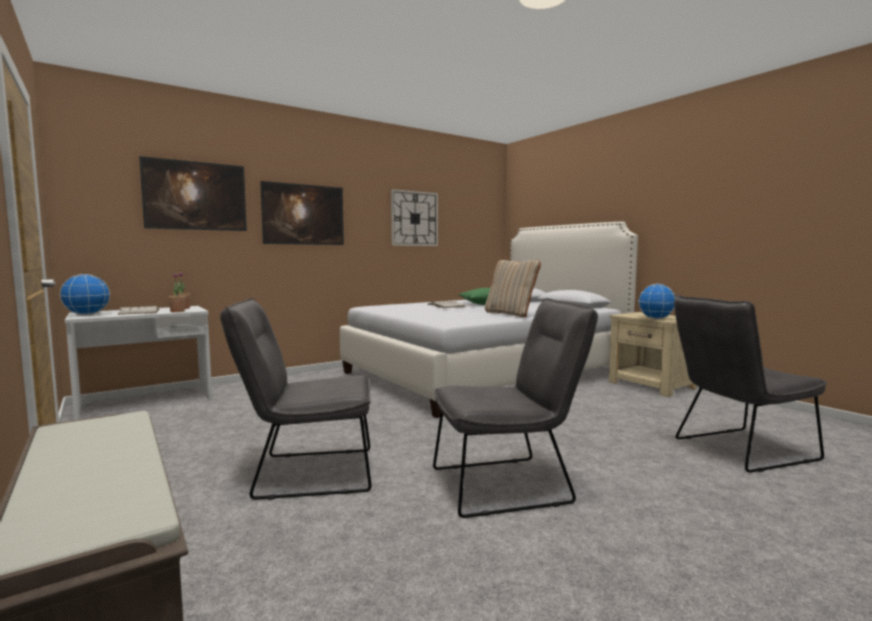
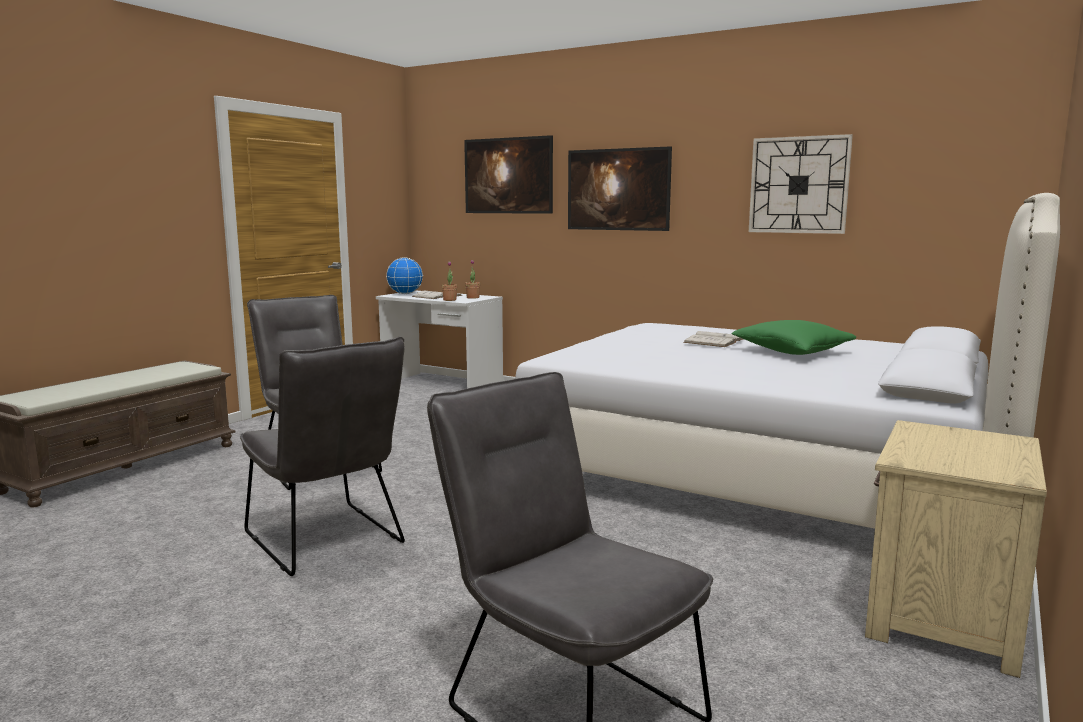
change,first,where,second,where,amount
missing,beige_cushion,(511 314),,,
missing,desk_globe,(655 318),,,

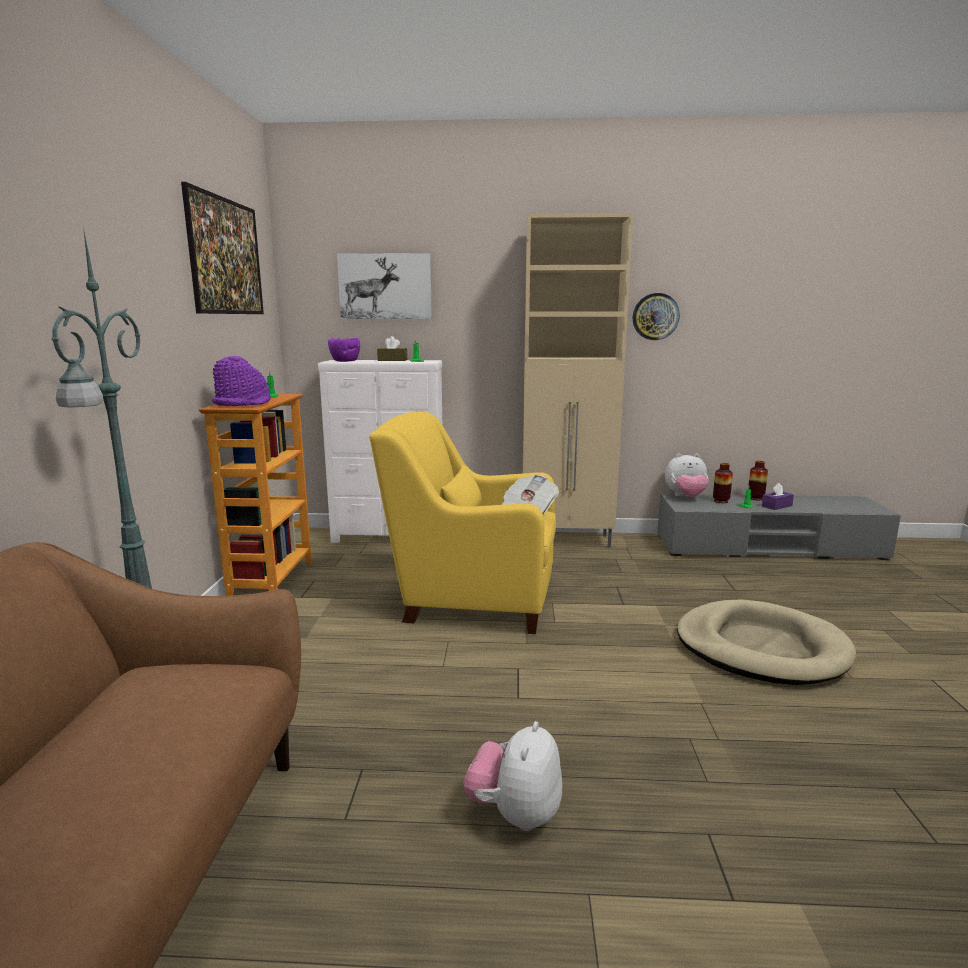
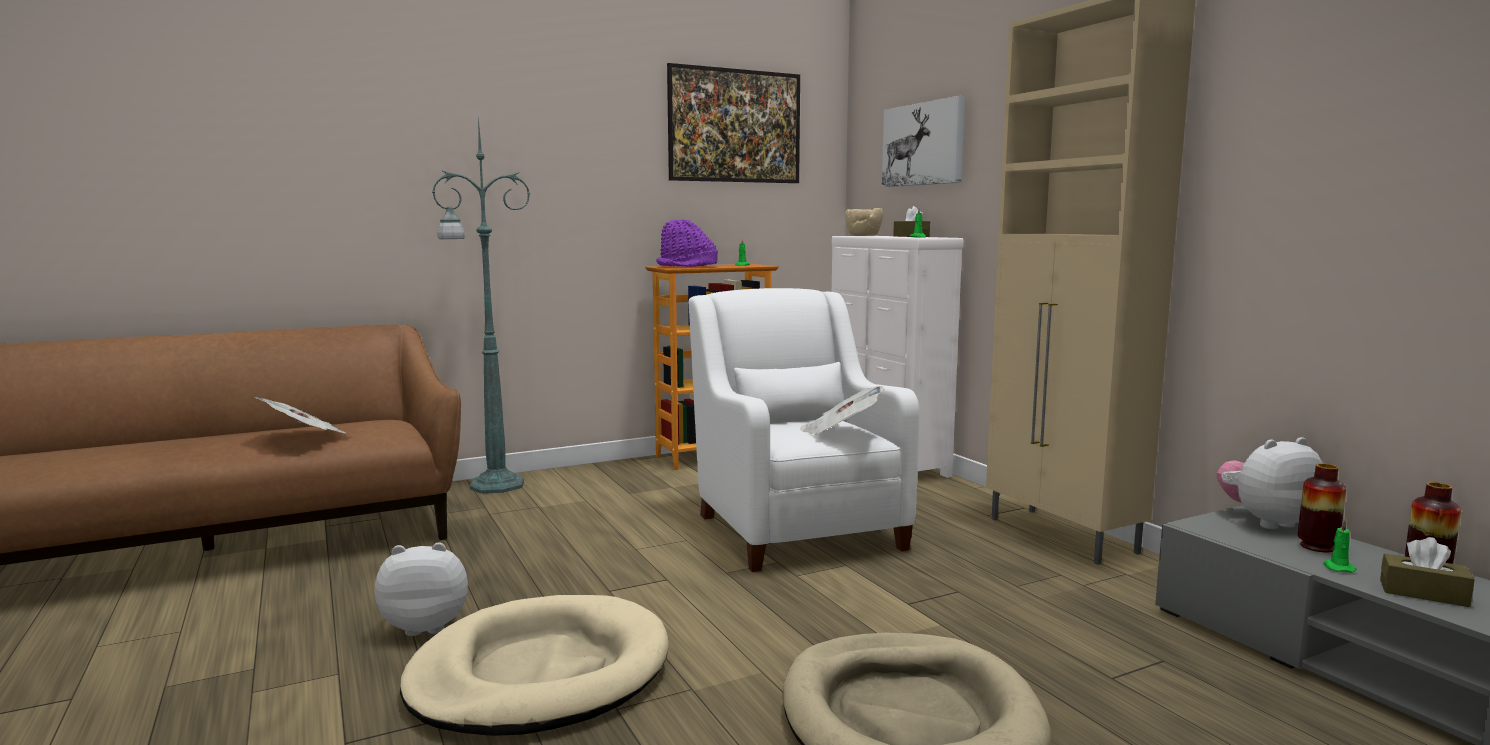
change,first,where,second,where,amount
missing,hanging_clock,(655 316),,,
colour,purple-coloured_deep_dish,(344 361),beige_deep_dish,(863 235),
colour,yellow_lounge_chair,(471 598),white-coloured_lounge_chair,(795 527),
spun,soft_toy,(685 497),,(1266 521),105 degrees clockwise
colour,purple-coloured_box_of_tissues,(777 506),brown_box_of_tissues,(1423 593),
appeared,,,daily_paper,(306 437),
appeared,,,beige_pet_bed,(540 673),

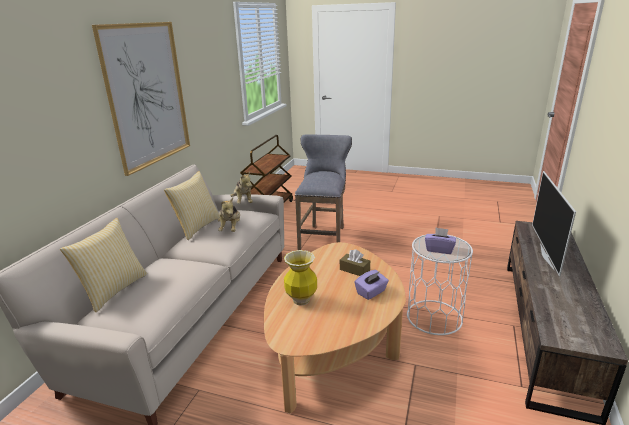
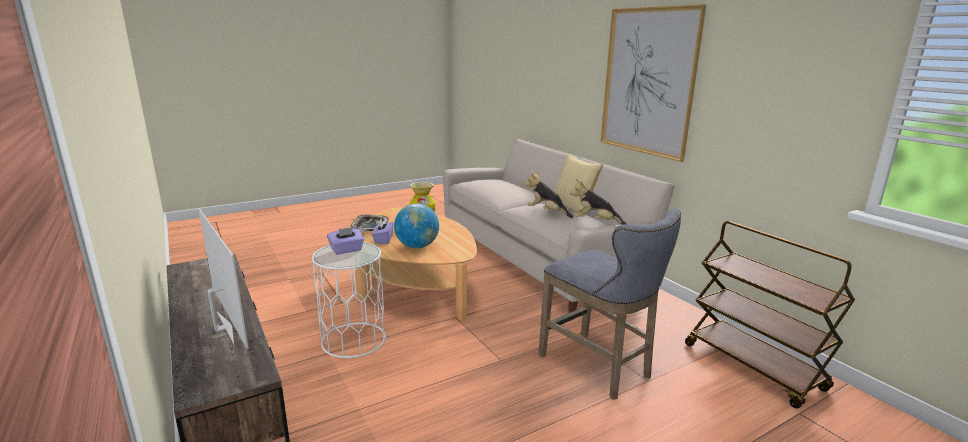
change,first,where,second,where,amount
missing,cushion,(113 290),,,
exchanged,brown_box_of_tissues,(354 270),desk_globe,(417 246),
appeared,,,serving_tray,(369 226),

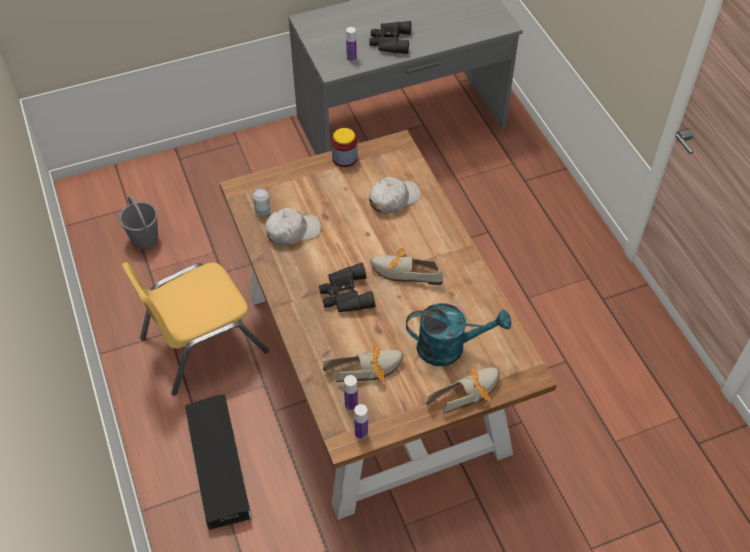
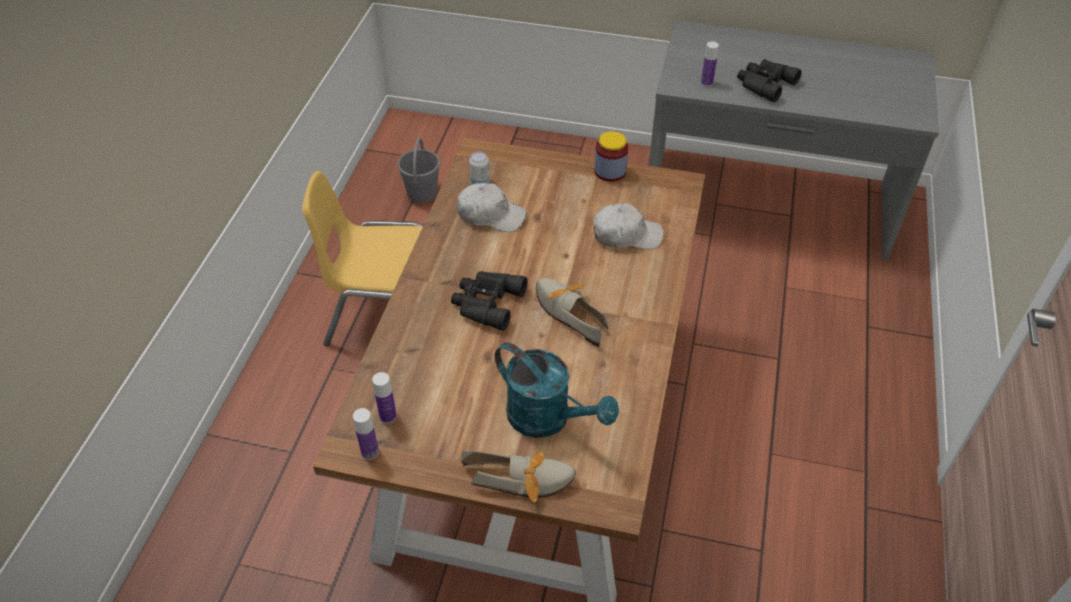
change,first,where,second,where,amount
missing,low_shoe,(369 369),,,
missing,blackish_storage_box,(218 464),,,

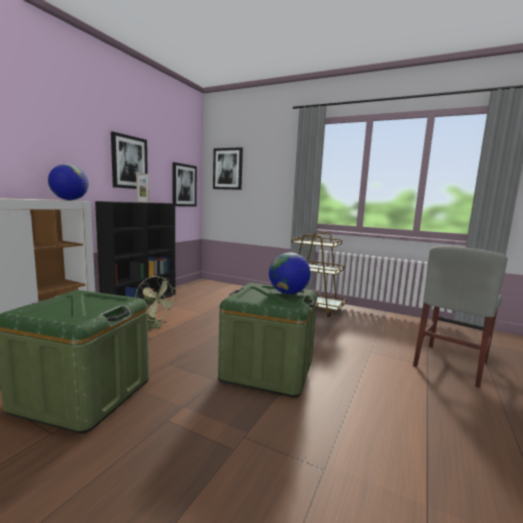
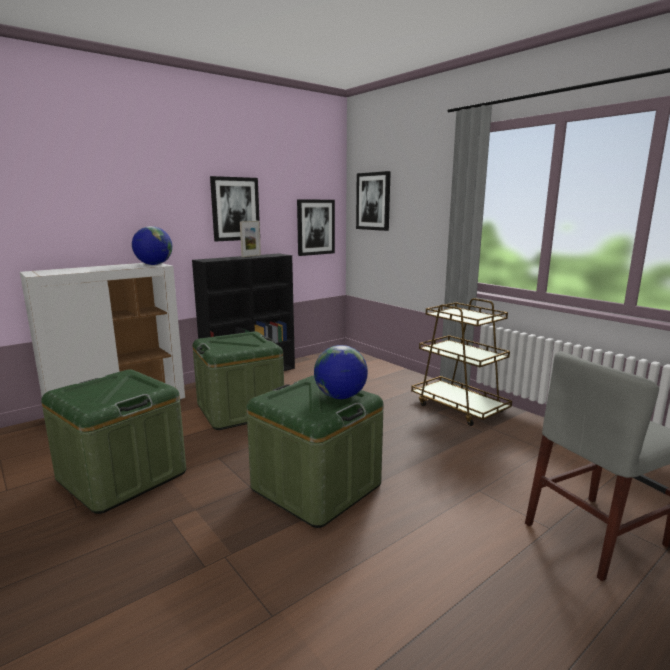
change,first,where,second,where,amount
exchanged,green_cooling_fan,(155 327),green_storage_box,(240 410),

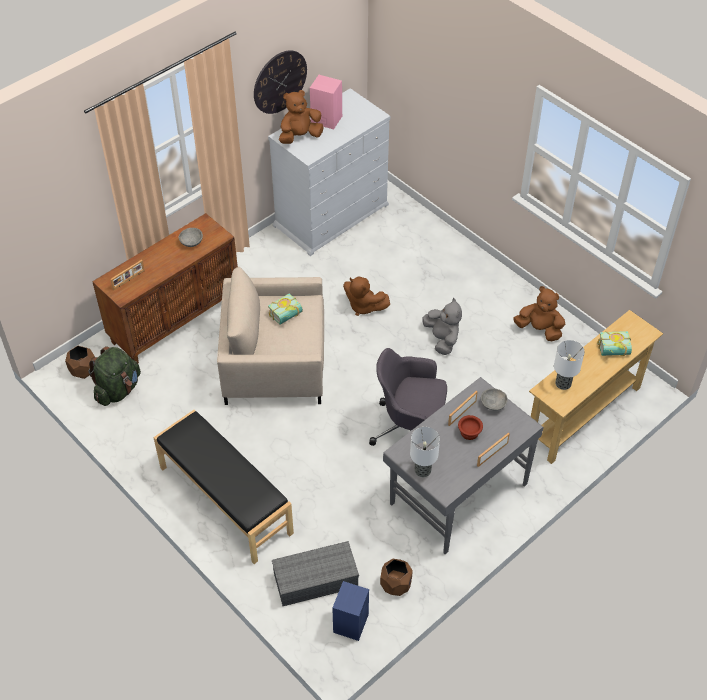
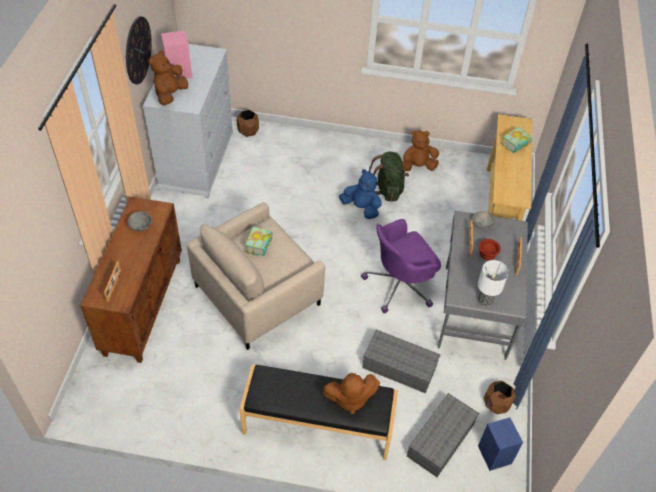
change,first,where,second,where,amount
relocated,brown_soft_toy,(363 306),,(349 398),
colour,greyish_soft_toy,(442 339),blue-coloured_soft_toy,(361 208),
missing,tabletop_lamp,(563 384),,,
relocated,brown_plant_pot,(83 370),,(248 131),
relocated,green_knapsack,(118 390),,(388 189),
colour,greyish_office_chair,(410 429),purple-coloured_office_chair,(400 285),
appeared,,,greyish_storage_box,(398 367),

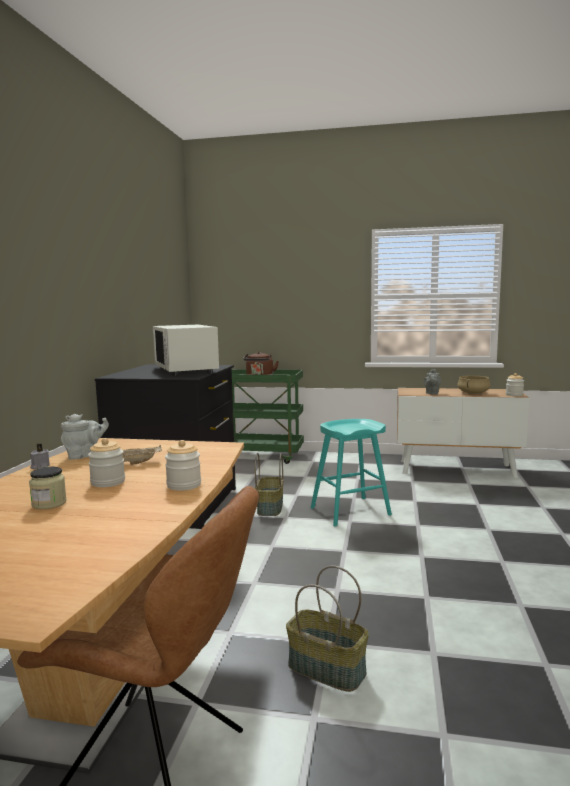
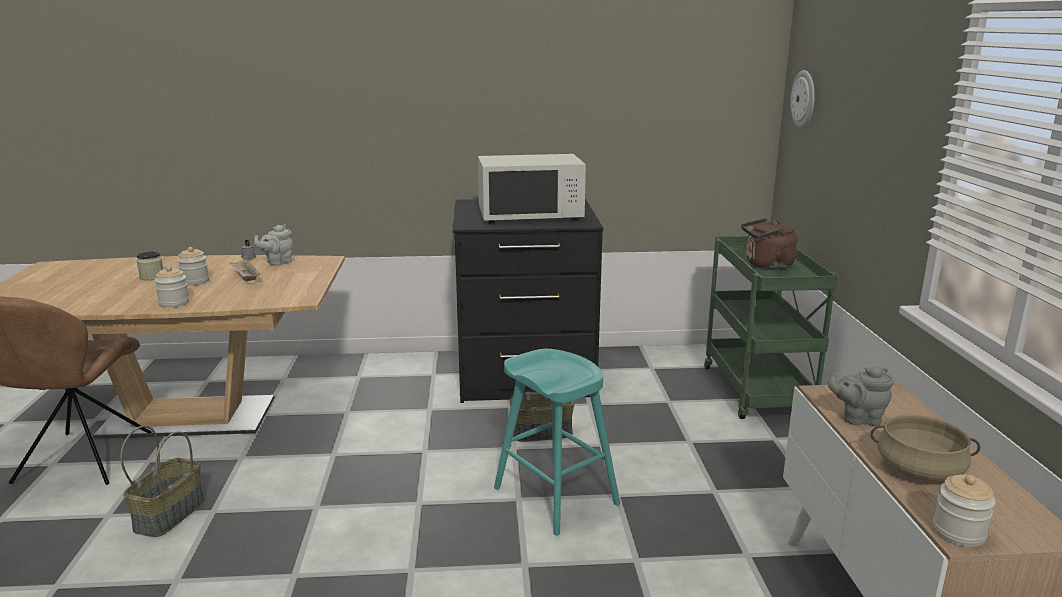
change,first,where,second,where,amount
spun,white-coloured_microwave,(186 370),,(530 216),150 degrees counterclockwise
spun,greyish_teapot,(84 456),,(277 262),90 degrees clockwise
appeared,,,hanging_clock,(804 99),

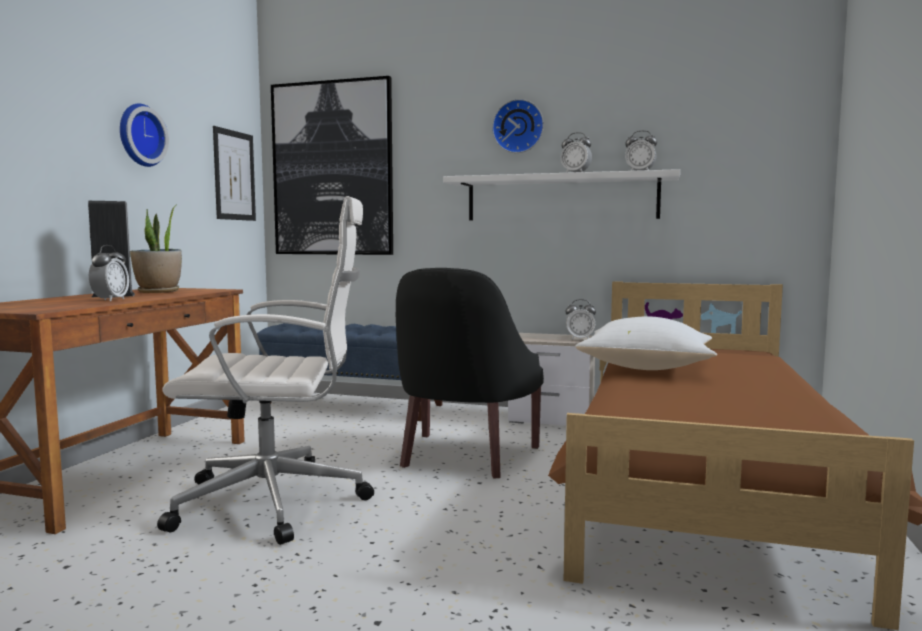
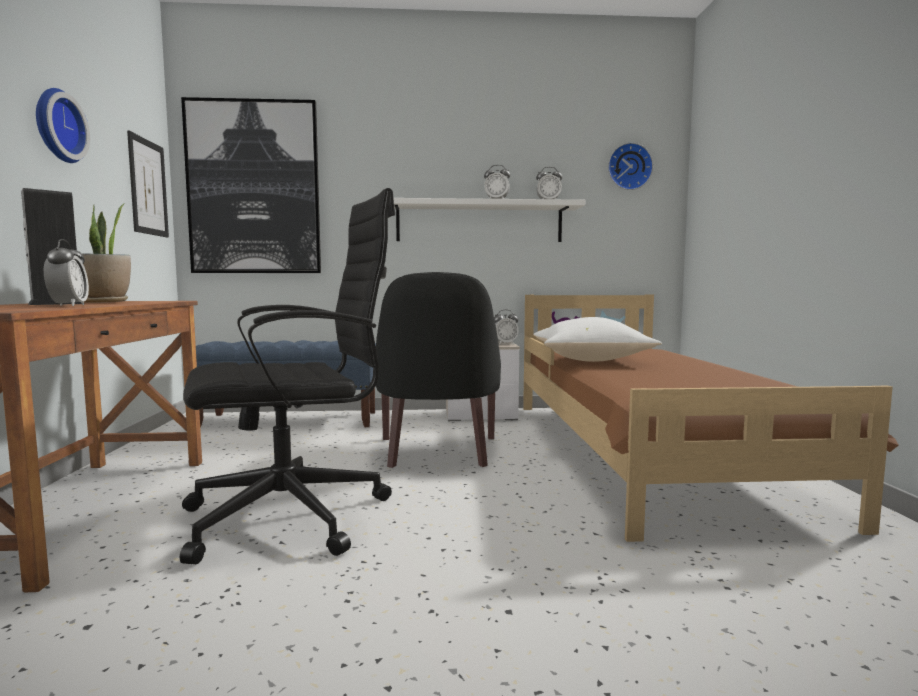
change,first,where,second,where,amount
relocated,hanging_clock,(518 127),,(629 167),
colour,white-coloured_office_chair,(277 502),blackish_office_chair,(294 515),

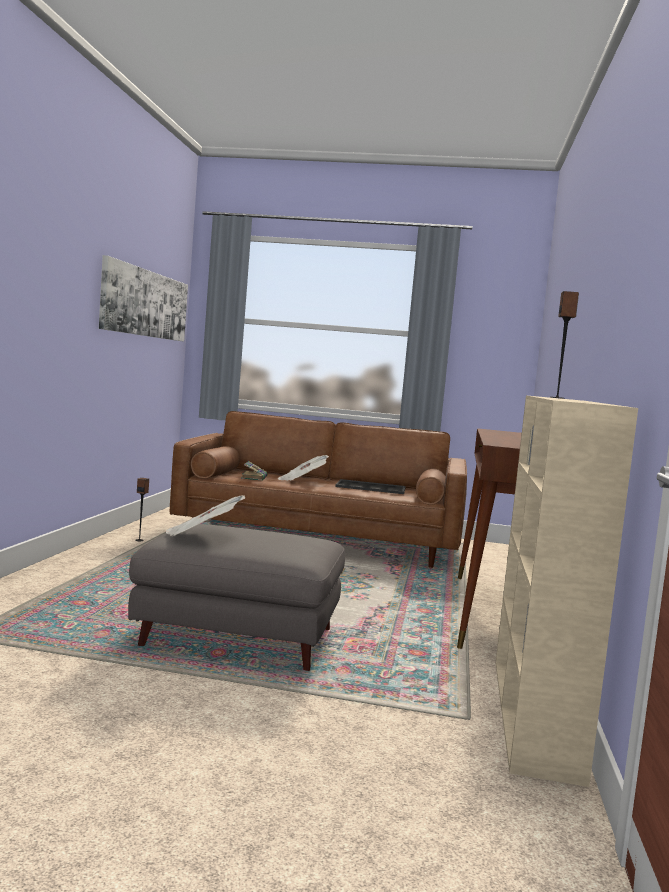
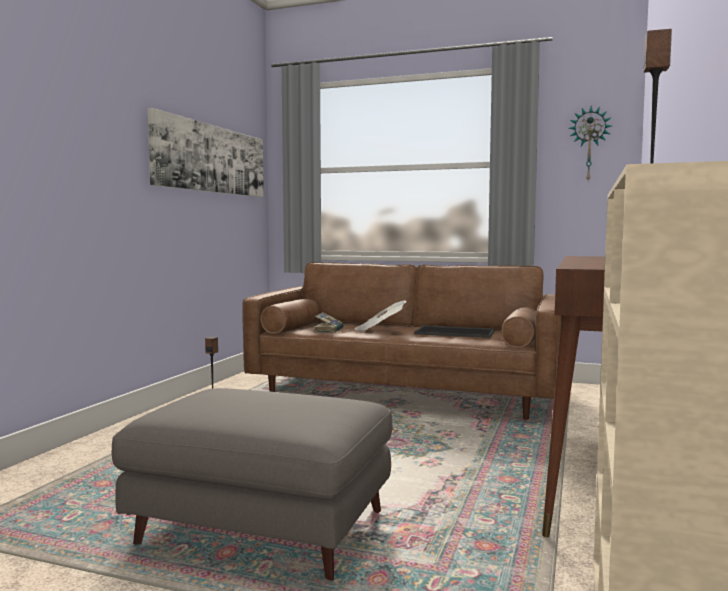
change,first,where,second,where,amount
missing,daily_paper,(201 536),,,
appeared,,,hanging_clock,(589 144),

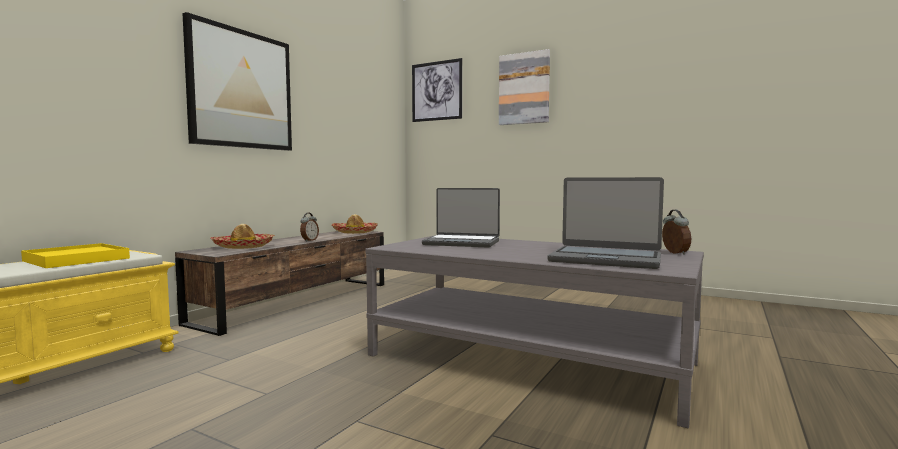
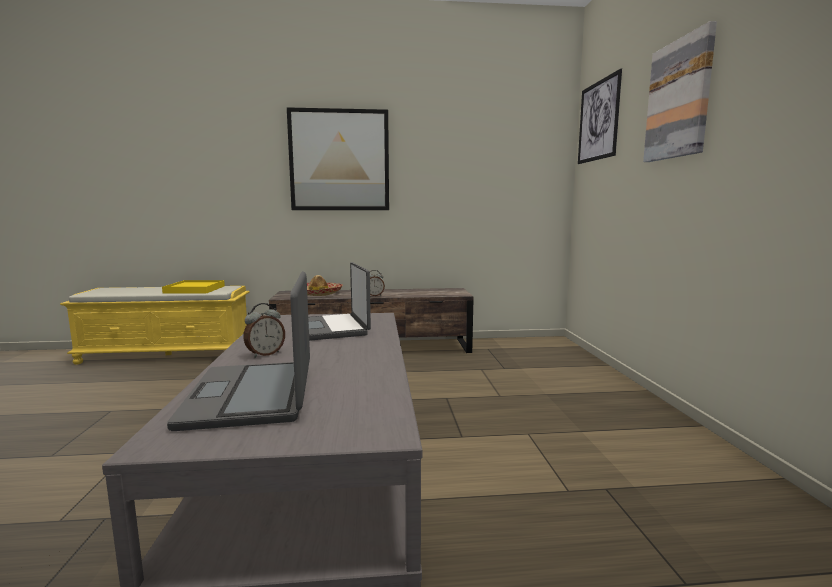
change,first,where,second,where,amount
relocated,bedside_clock,(674 253),,(265 354),
missing,hat,(354 232),,,

